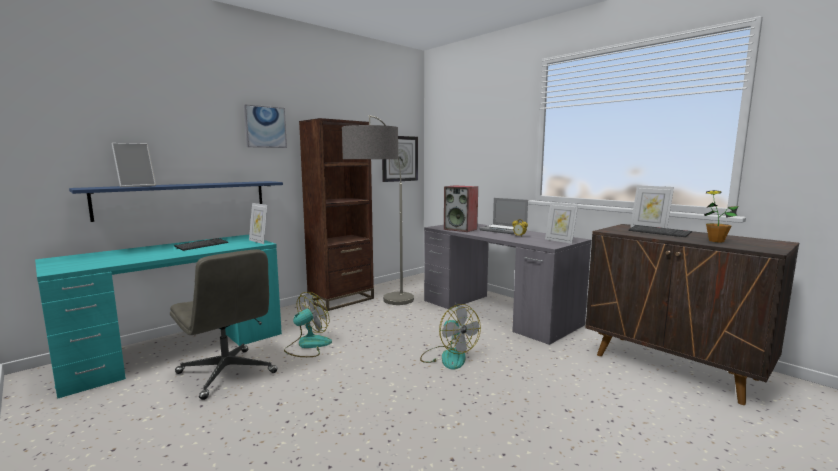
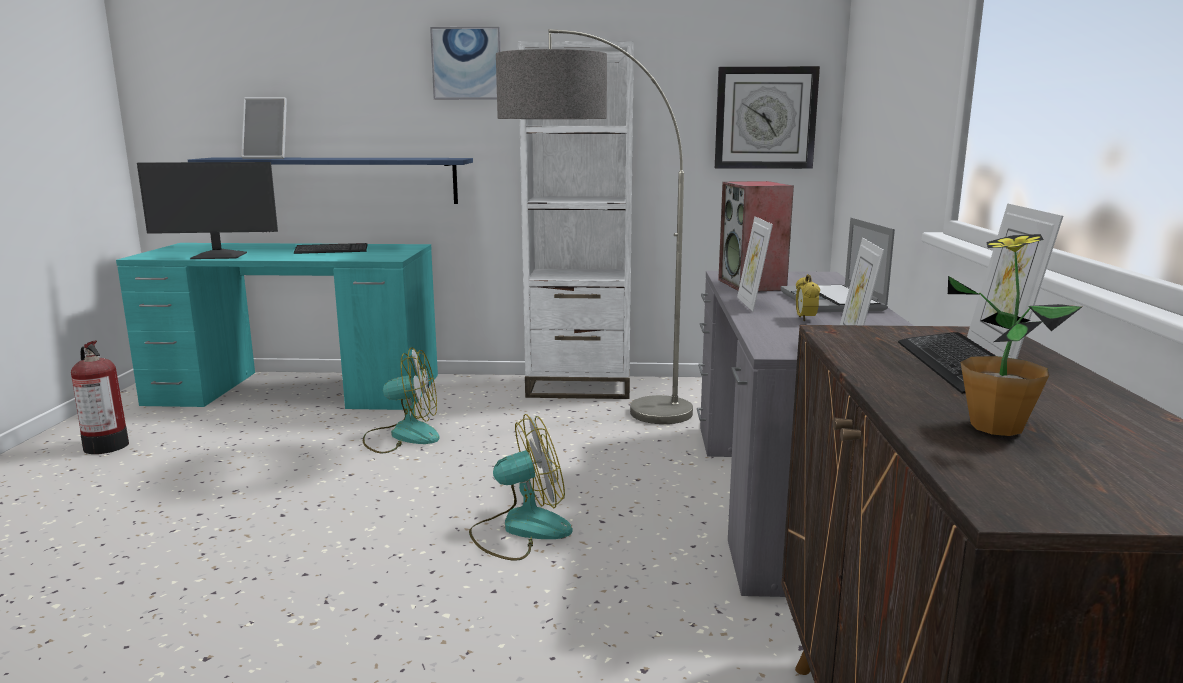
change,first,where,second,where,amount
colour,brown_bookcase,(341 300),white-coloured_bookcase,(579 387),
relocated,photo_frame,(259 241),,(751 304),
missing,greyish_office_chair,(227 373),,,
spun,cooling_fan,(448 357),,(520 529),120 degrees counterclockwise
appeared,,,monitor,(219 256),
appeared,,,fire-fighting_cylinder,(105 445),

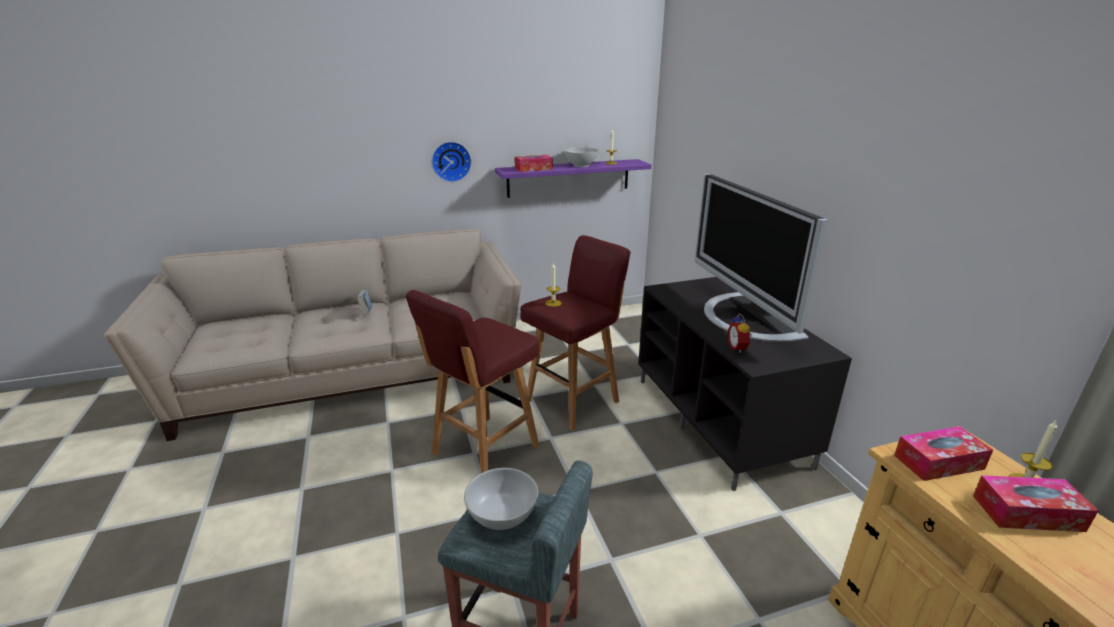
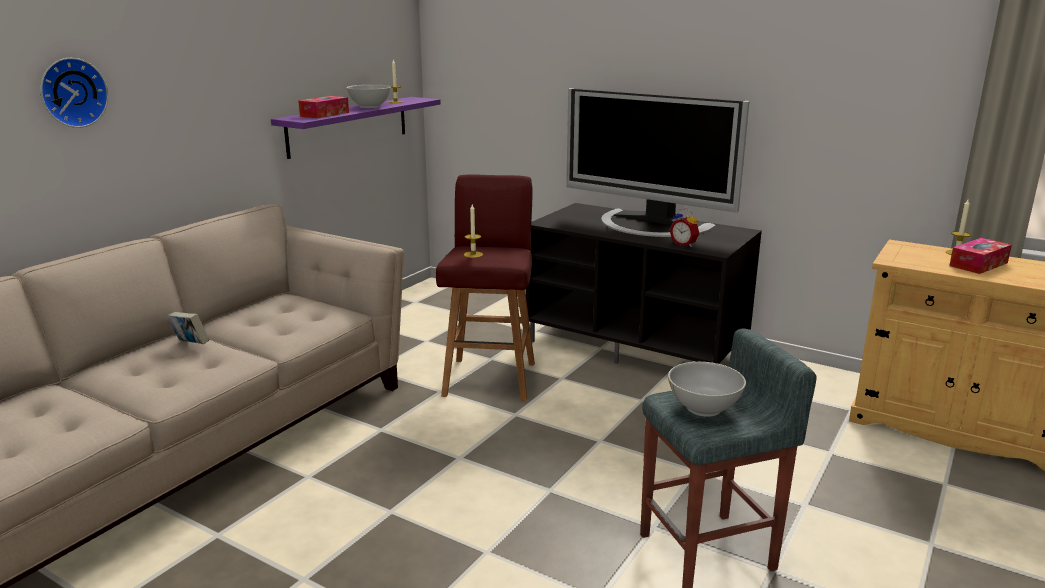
change,first,where,second,where,amount
relocated,hanging_clock,(451 161),,(72 92),
missing,reddish_stool_seat,(483 451),,,
missing,box_of_tissues,(938 462),,,

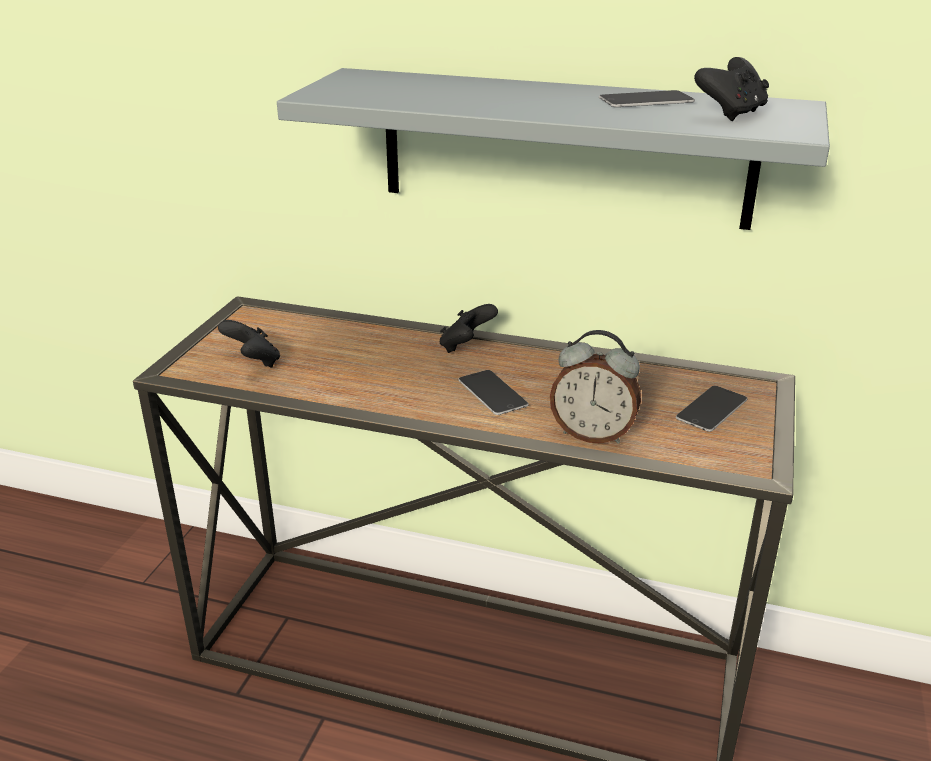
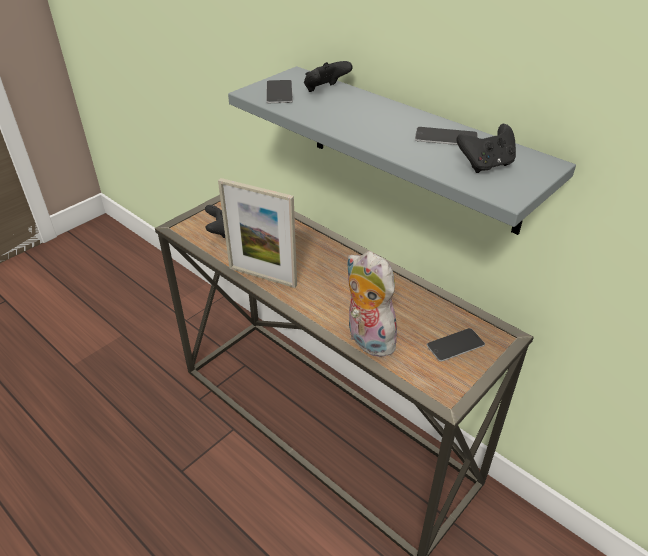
change,first,where,second,where,amount
relocated,blackish_gamepad,(466 347),,(325 90),
exchanged,bedside_clock,(592 434),soft_toy,(367 340),
relocated,phone,(492 392),,(279 92),
appeared,,,photo_frame,(262 276),

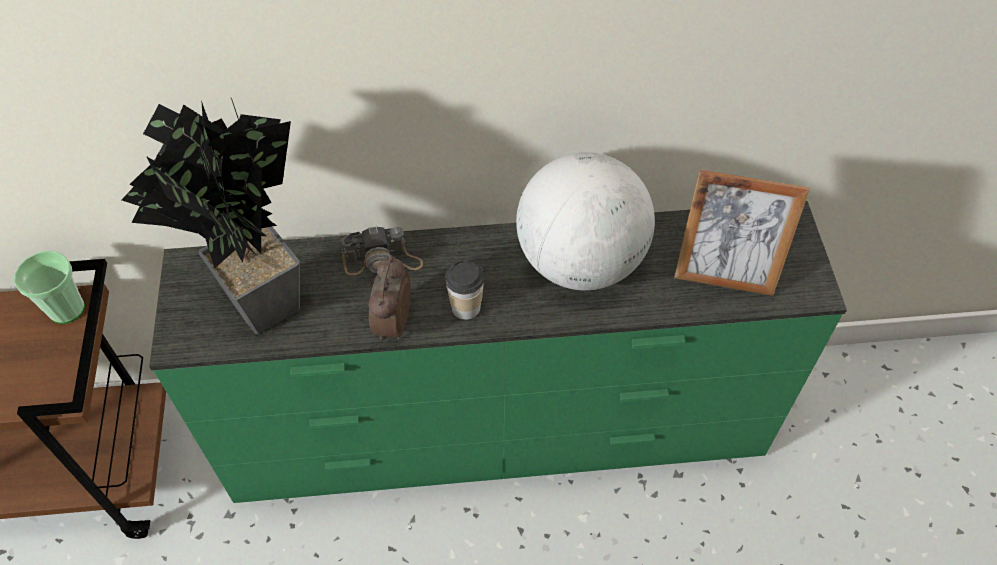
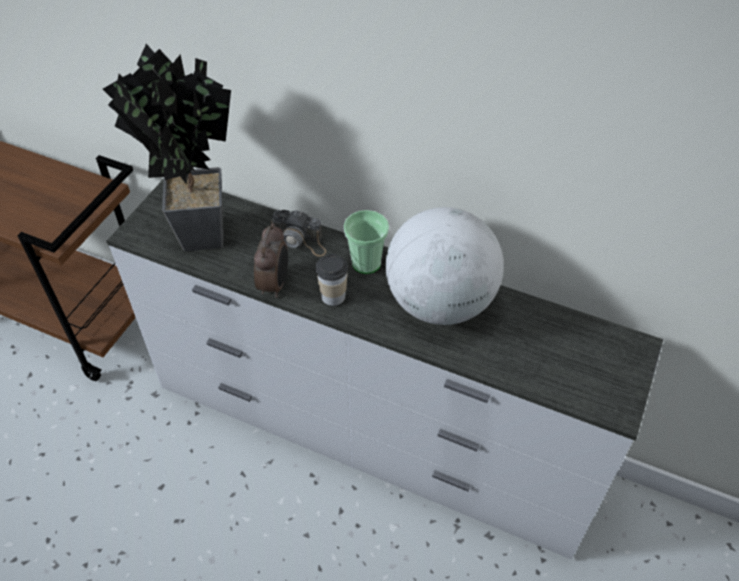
change,first,where,second,where,amount
missing,photo_frame,(724 275),,,
colour,green_drawer_chest,(499 432),white-coloured_drawer_chest,(370 433),
relocated,cup,(66 309),,(366 263),
spun,bedside_clock,(392 323),,(275 284),150 degrees clockwise

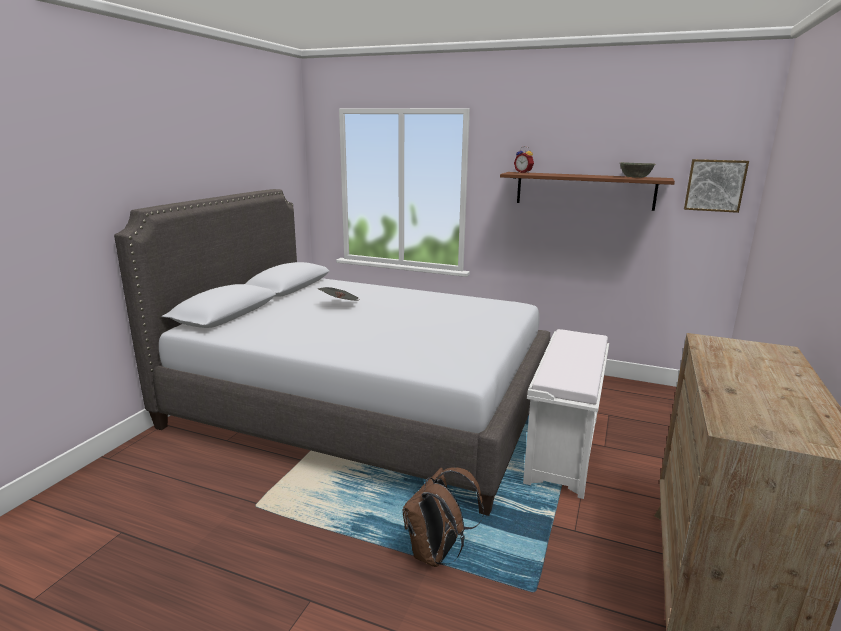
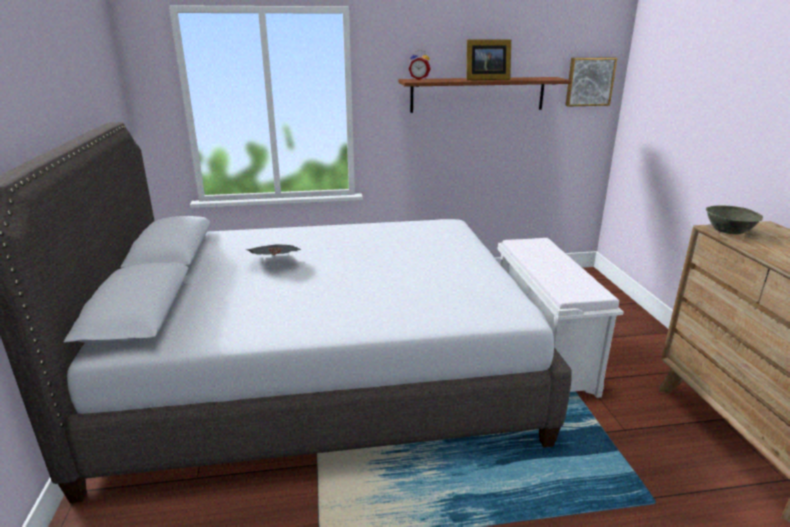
change,first,where,second,where,amount
relocated,greyish_deep_dish,(635 177),,(729 231),
missing,brown_knapsack,(437 554),,,
appeared,,,photo_frame,(485 79),

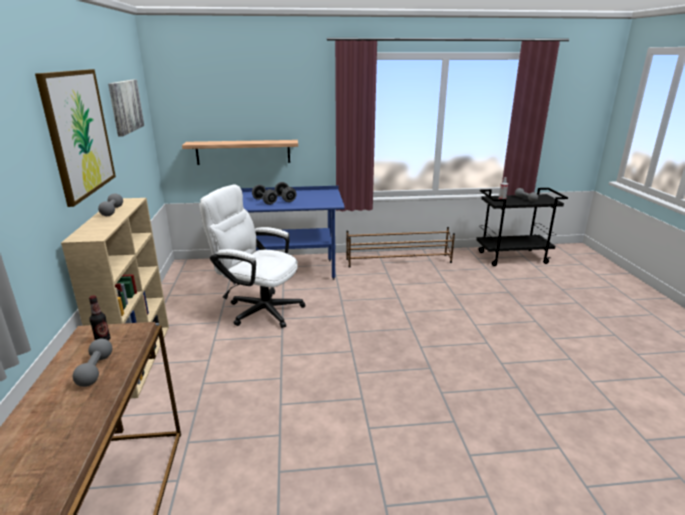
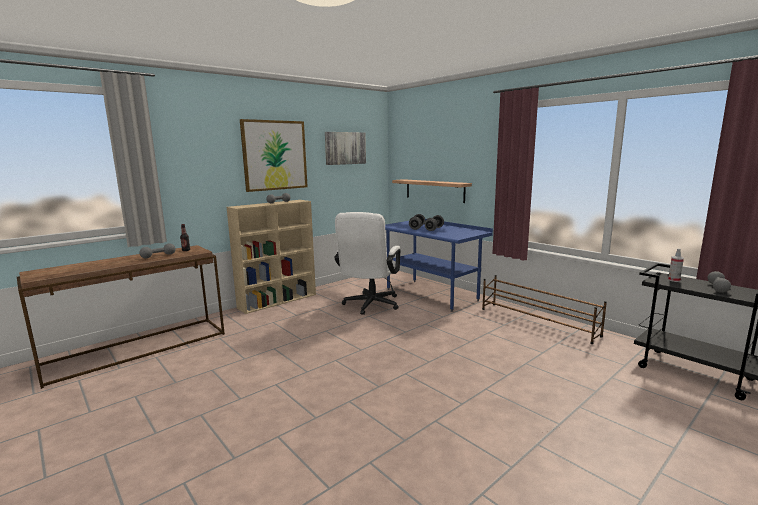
change,first,where,second,where,amount
spun,white-coloured_office_chair,(258 309),,(370 306),150 degrees counterclockwise

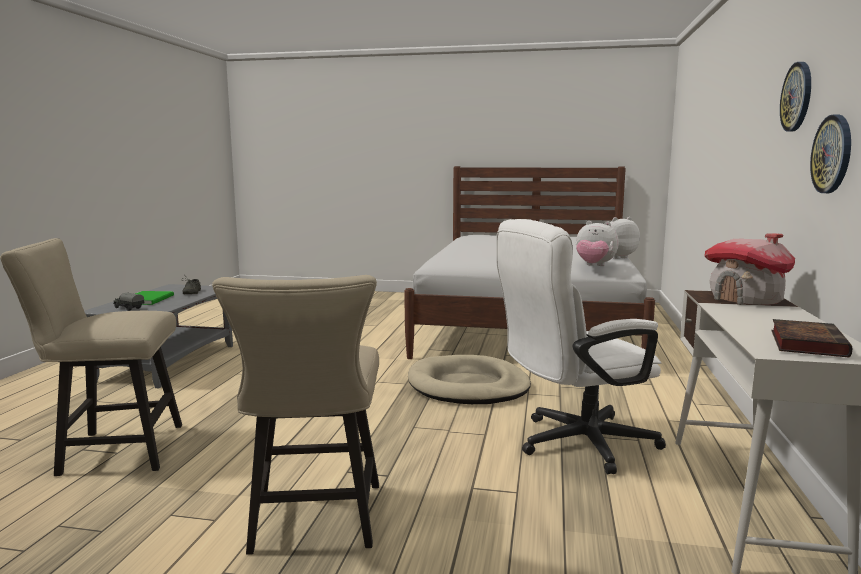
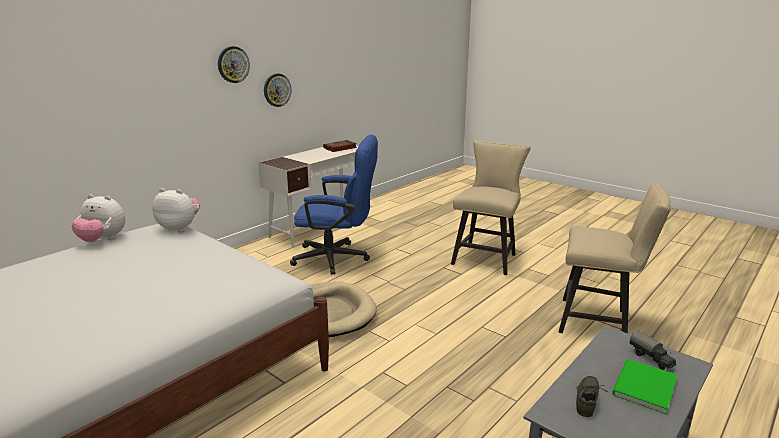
change,first,where,second,where,amount
colour,white-coloured_office_chair,(574 444),blue-coloured_office_chair,(338 258),
spun,soft_toy,(594 266),,(180 228),45 degrees counterclockwise
missing,miniature_house,(746 300),,,

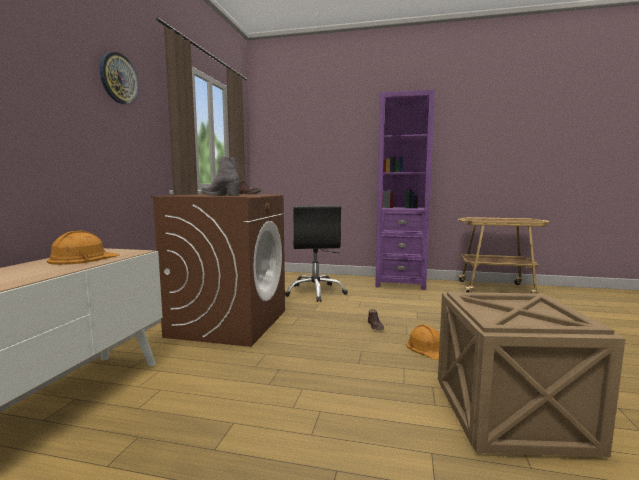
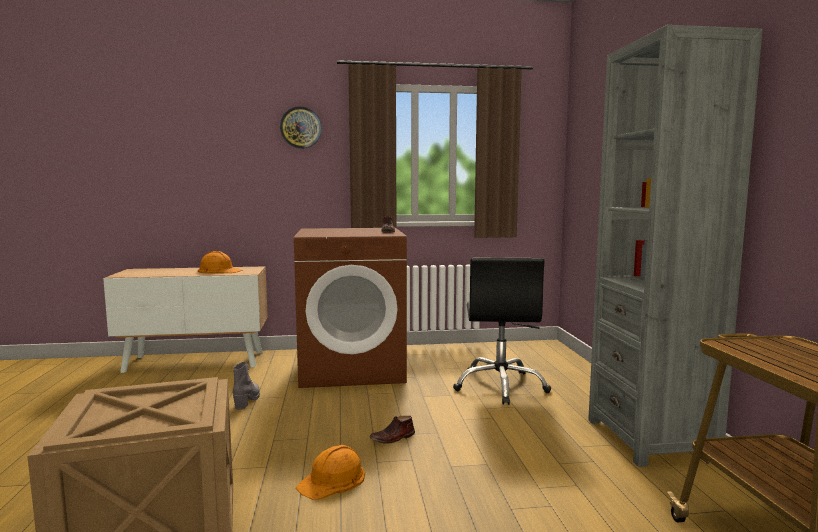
change,first,where,second,where,amount
colour,purple-coloured_bookcase,(400 283),greyish_bookcase,(650 438),
relocated,greyish_tall_boot,(221 195),,(247 400),
spun,blackish_office_chair,(315 292),,(500 386),60 degrees counterclockwise

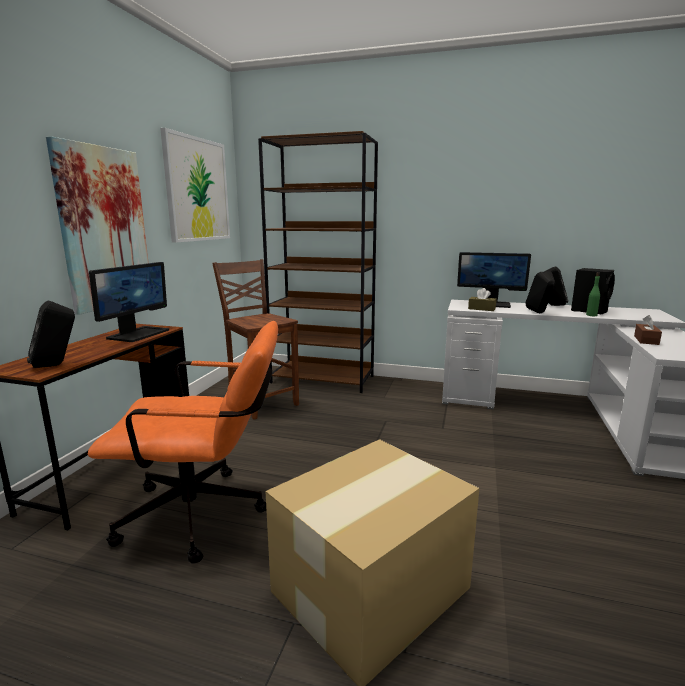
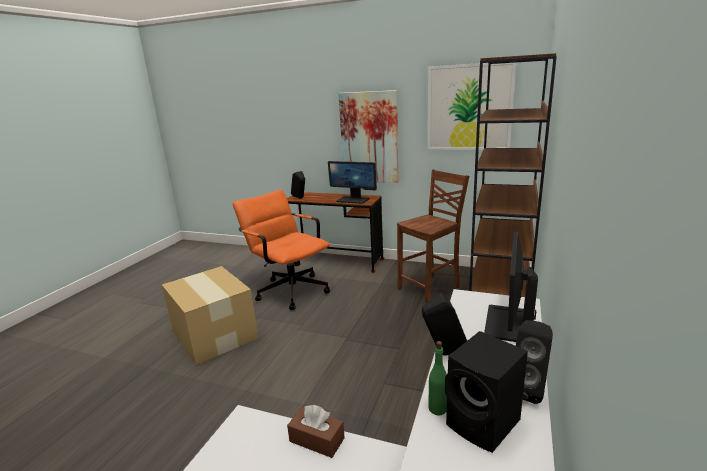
change,first,where,second,where,amount
missing,brown_box_of_tissues,(481 309),,,
spun,orange-coloured_office_chair,(206 514),,(289 289),135 degrees clockwise

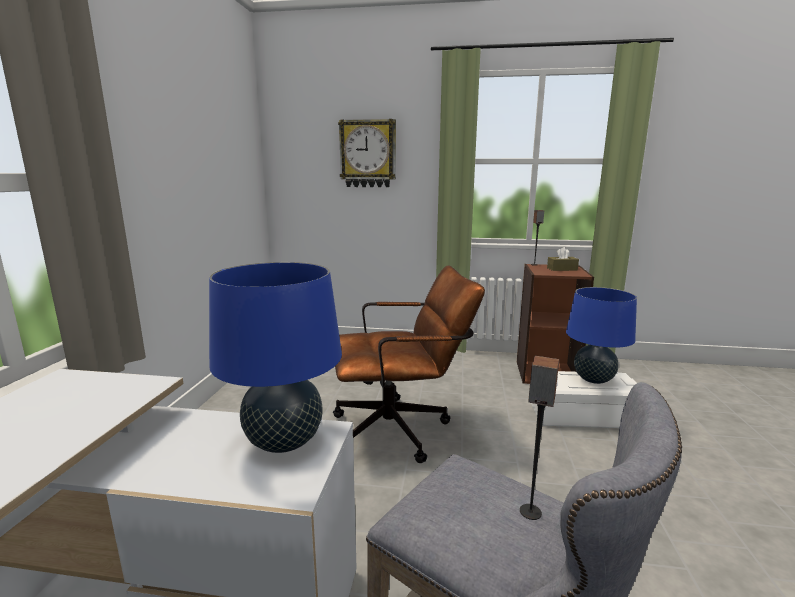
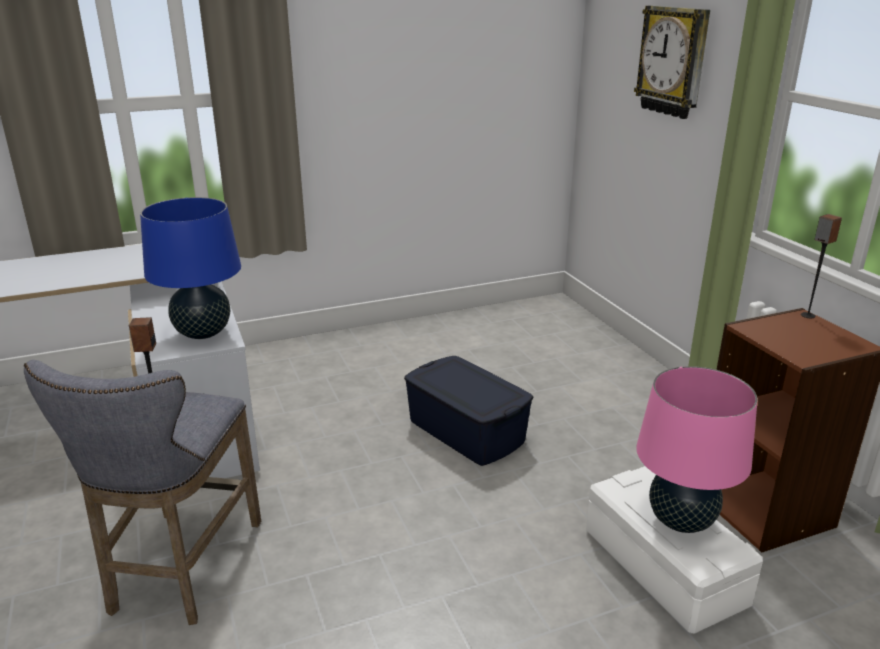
change,first,where,second,where,amount
missing,brown_box_of_tissues,(562 269),,,
exchanged,brown_office_chair,(401 429),blue-coloured_storage_box,(466 431),
colour,blue-coloured_tabletop_lamp,(593 379),pink-coloured_tabletop_lamp,(681 520),

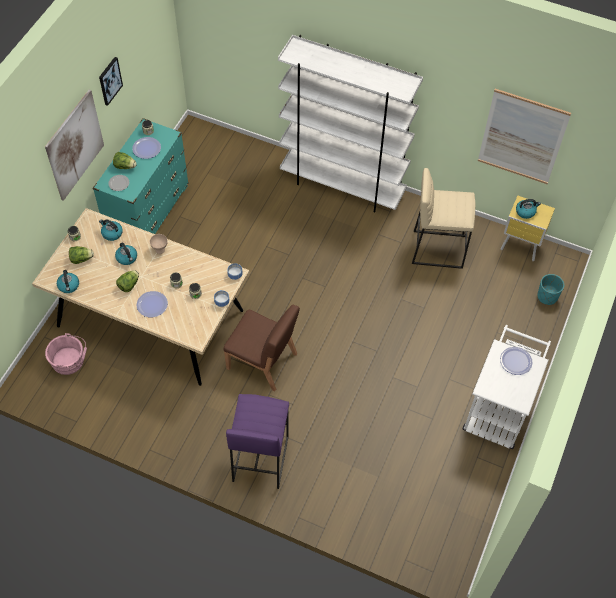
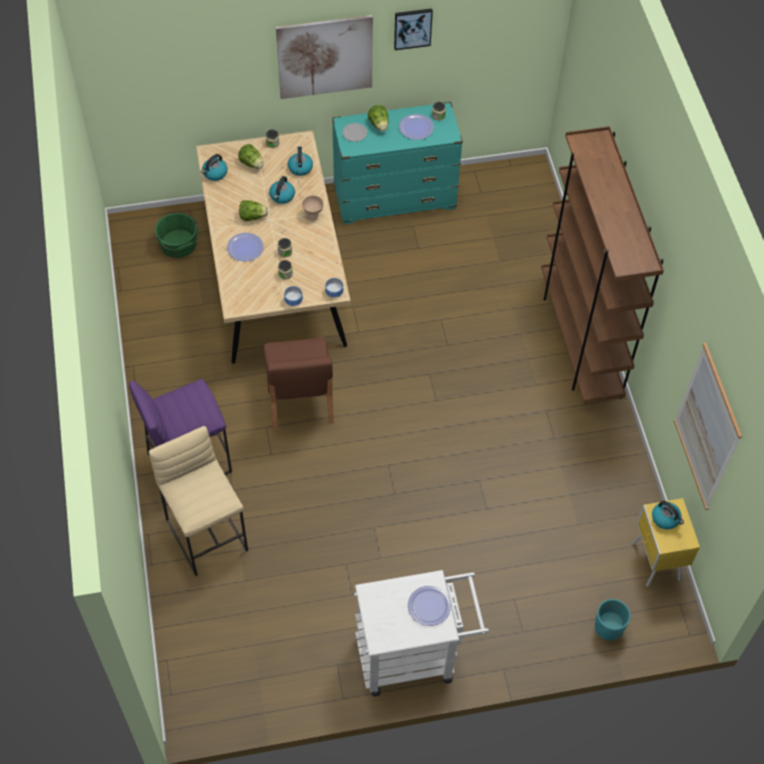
change,first,where,second,where,amount
colour,white-coloured_bookcase,(342 186),brown_bookcase,(580 340),
relocated,beige_stool_seat,(438 249),,(207 534),
colour,pink-coloured_water_bucket,(70 361),green_water_bucket,(179 245),

